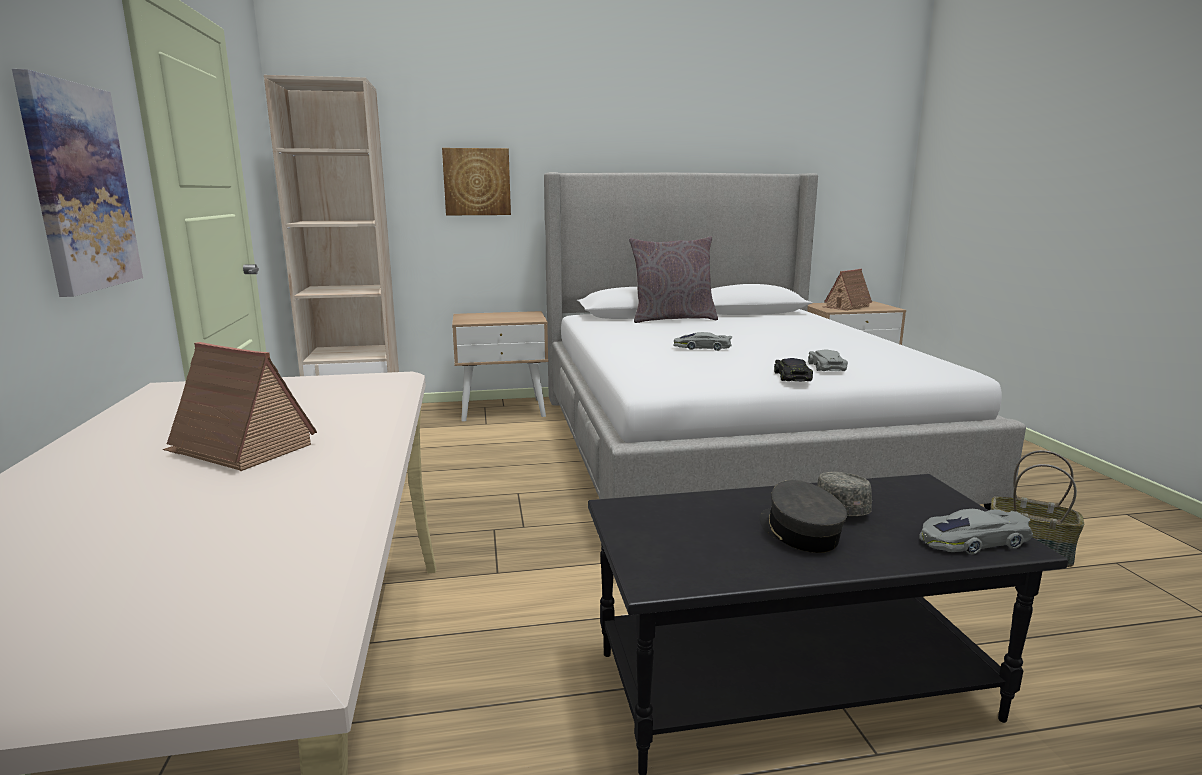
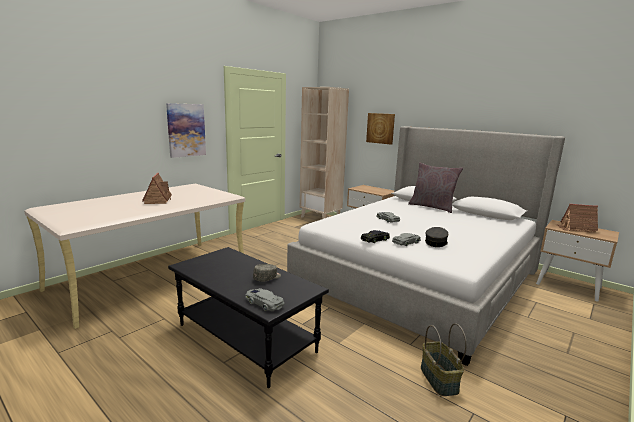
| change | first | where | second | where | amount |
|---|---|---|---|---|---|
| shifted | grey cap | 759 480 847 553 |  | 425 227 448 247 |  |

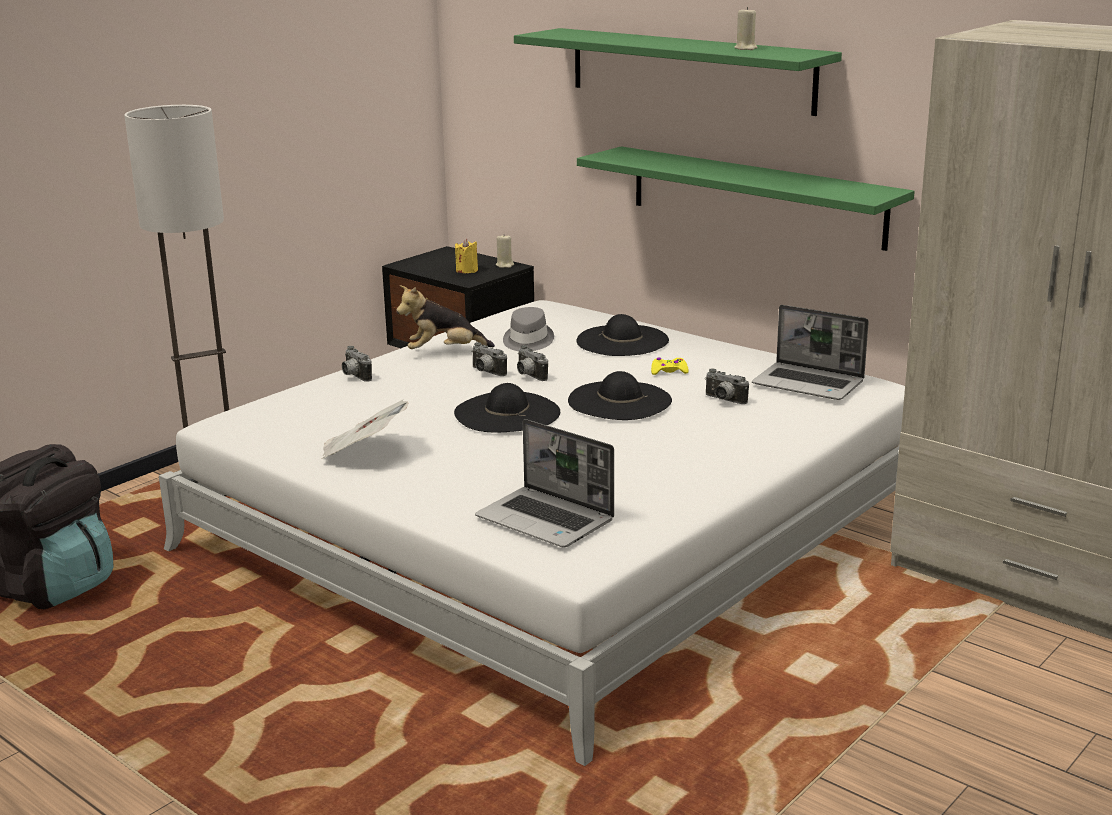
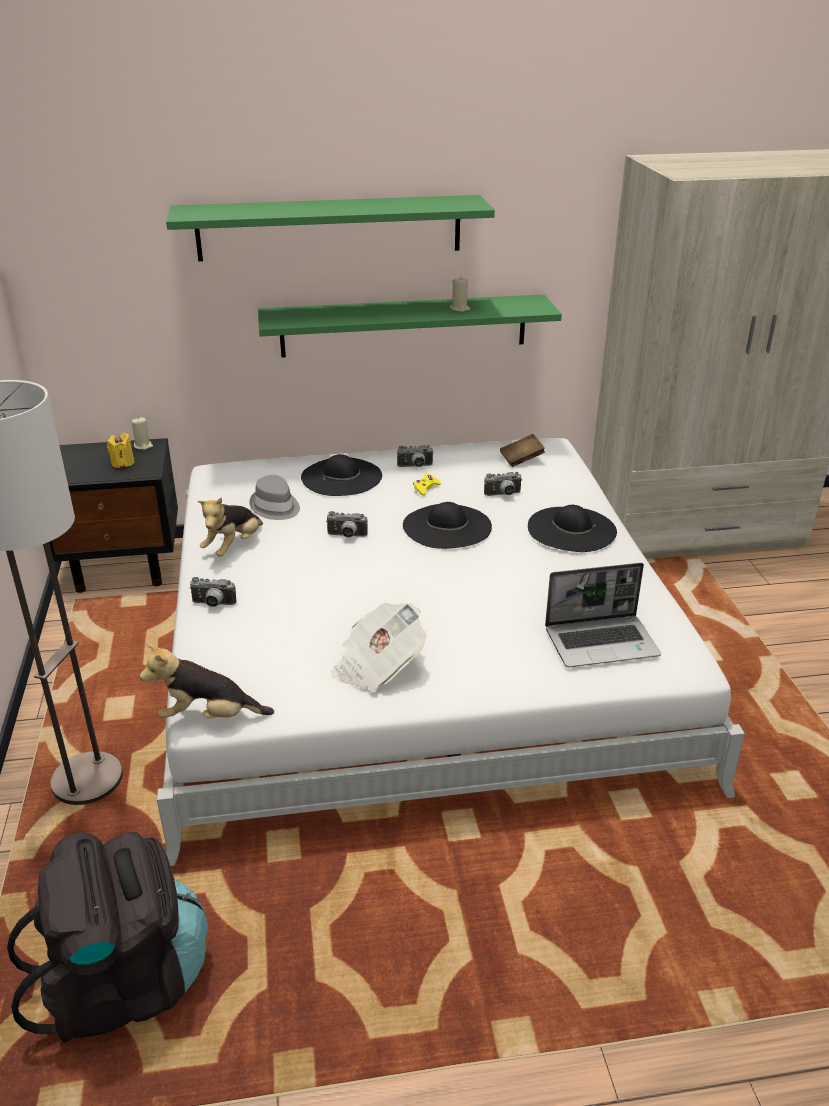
| change | first | where | second | where | amount |
|---|---|---|---|---|---|
| new |  |  | plush toy | 140 643 274 718 |  |
| shifted | photo camera | 471 342 507 376 |  | 397 445 434 467 |  |
| shifted | beige candle | 734 7 758 50 |  | 450 276 470 312 |  |
| swapped | laptop | 752 305 869 400 | brown book | 500 434 545 467 |  |
| shifted | black hat | 454 383 560 432 |  | 528 505 617 552 |  |

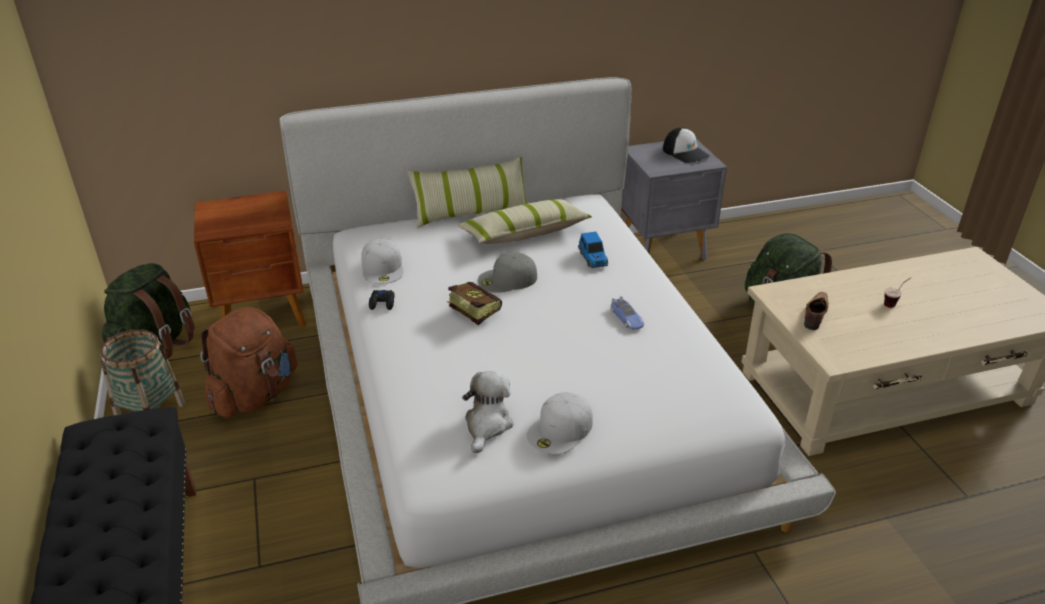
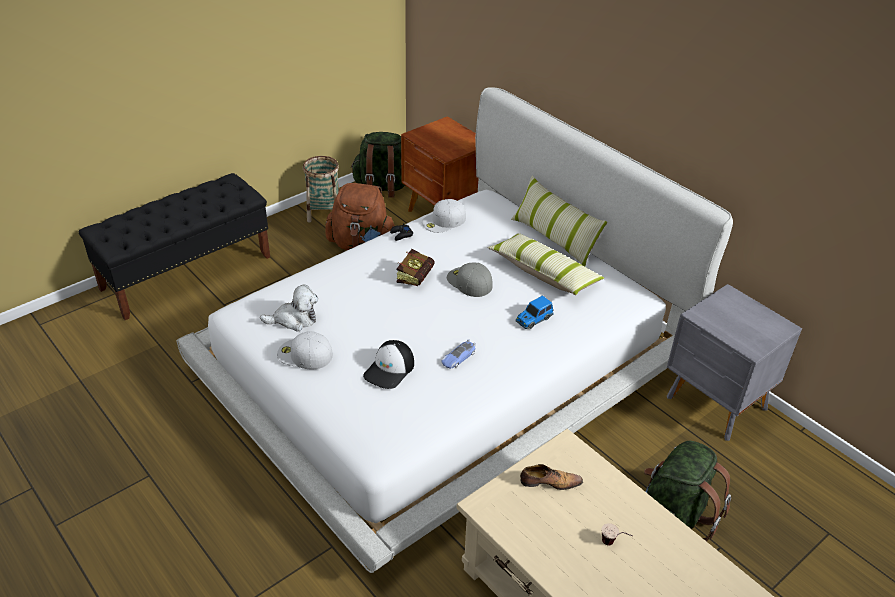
| change | first | where | second | where | amount |
|---|---|---|---|---|---|
| shifted | cap | 663 127 710 163 |  | 363 340 414 389 |  |

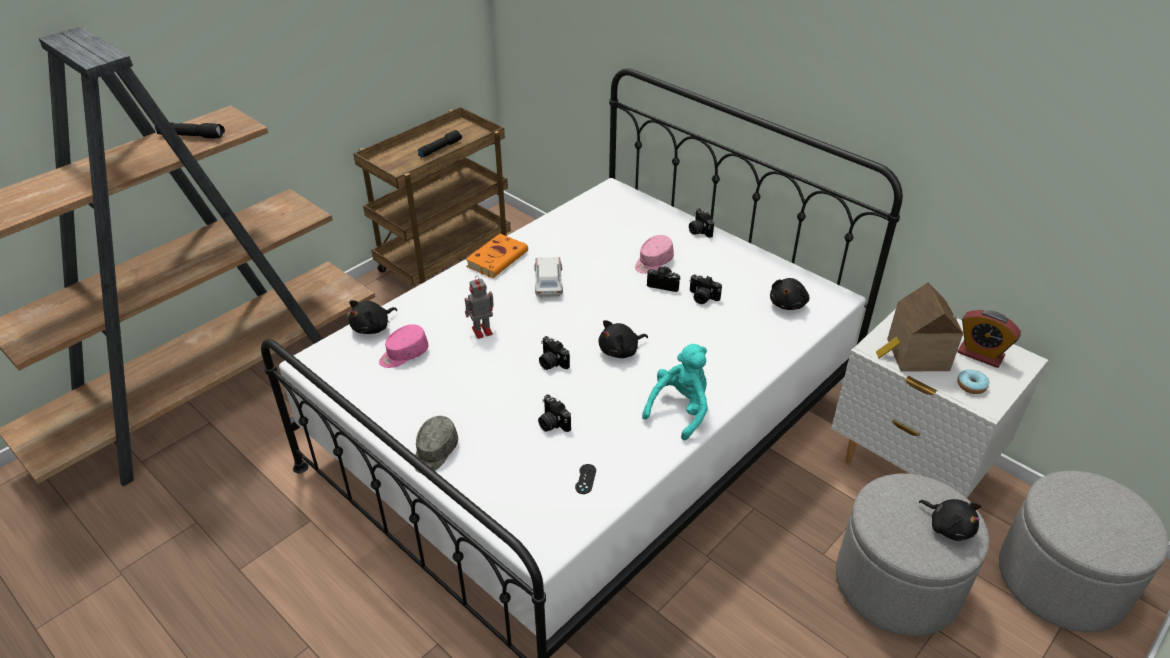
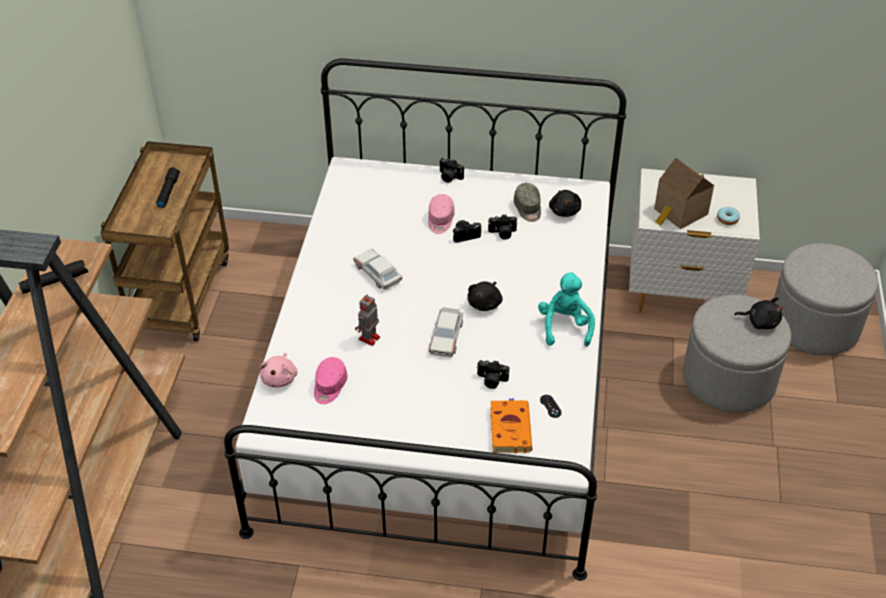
| change | first | where | second | where | amount |
|---|---|---|---|---|---|
| repainted | black plush toy | 348 300 397 334 | pink plush toy | 259 353 298 388 |  |
| swapped | photo camera | 539 336 570 370 | toy car | 429 307 463 358 |  |
| shifted | orange book | 465 234 528 278 |  | 490 398 532 453 |  |
| shifted | grey cap | 415 416 458 473 |  | 514 183 541 222 |  |
| gone | alarm clock | 957 310 1021 368 |  |  |  |

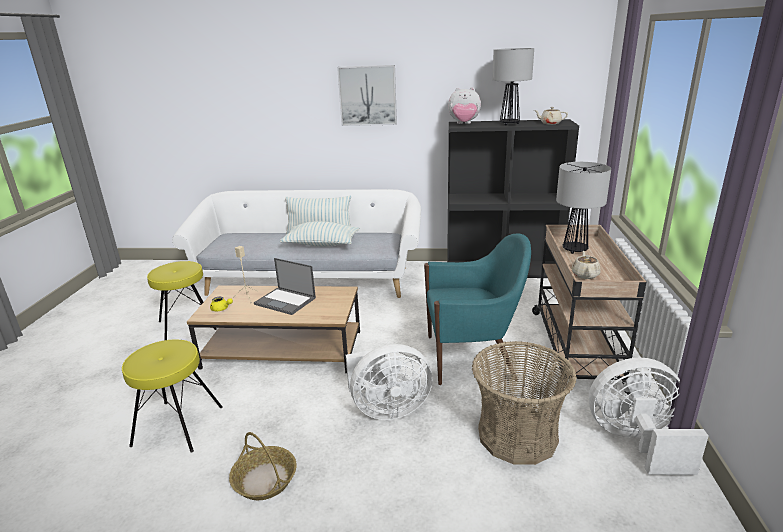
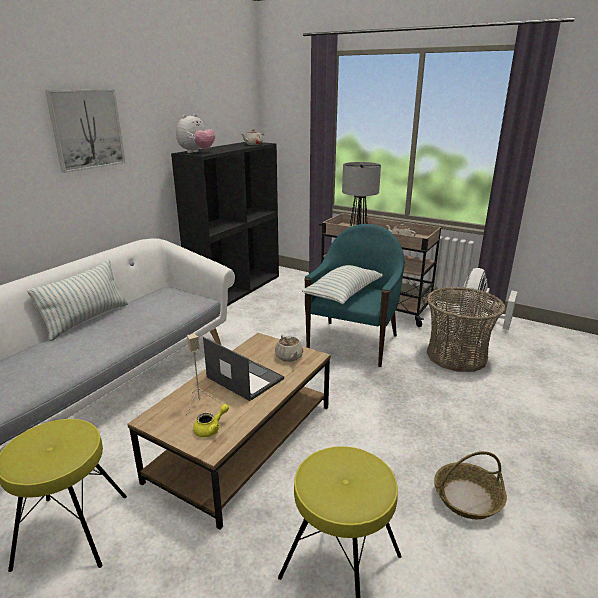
| change | first | where | second | where | amount |
|---|---|---|---|---|---|
| rotated | laptop | 254 258 316 315 |  | 203 337 284 401 | 105 degrees counterclockwise |
| new |  |  | beige teapot | 275 335 303 362 |  |
| shifted | pillow | 280 221 359 246 |  | 302 265 383 304 |  |
| gone | white fan | 346 344 433 420 |  |  |  |
| gone | table lamp | 492 48 534 125 |  |  |  |

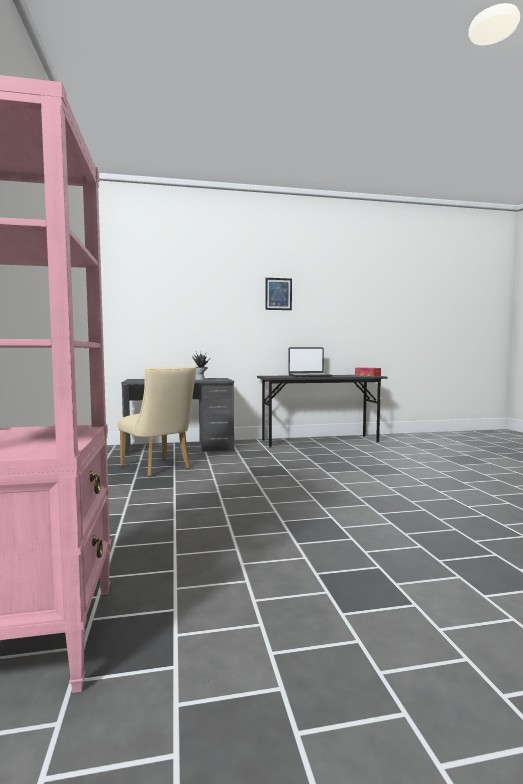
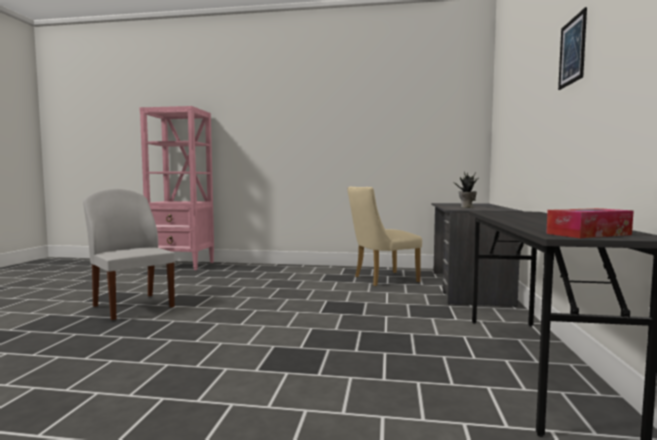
| change | first | where | second | where | amount |
|---|---|---|---|---|---|
| new |  |  | white chair | 83 189 175 320 |  |
| gone | laptop | 288 347 332 377 |  |  |  |

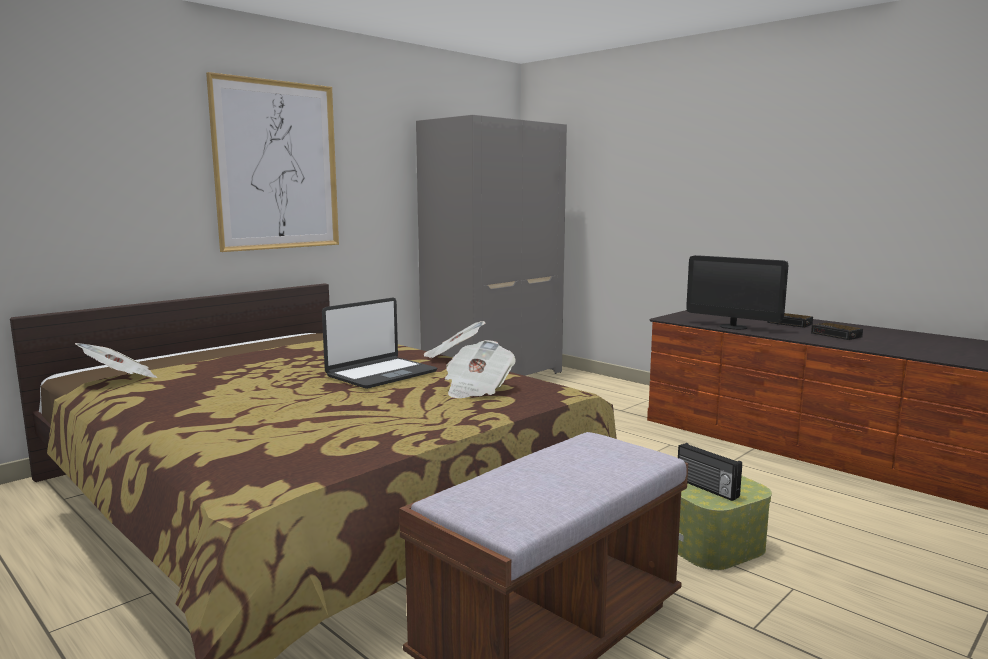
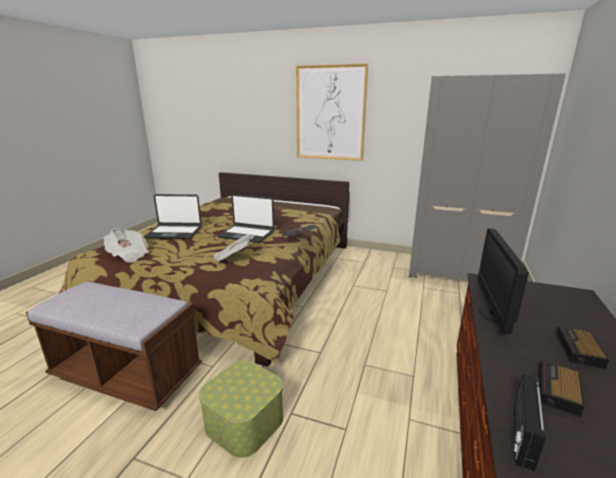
| change | first | where | second | where | amount |
|---|---|---|---|---|---|
| shifted | newspaper | 75 343 158 378 |  | 103 228 149 263 |  |
| new |  |  | laptop | 144 194 202 239 |  |
| shifted | radio | 678 443 742 501 |  | 513 374 546 471 |  |

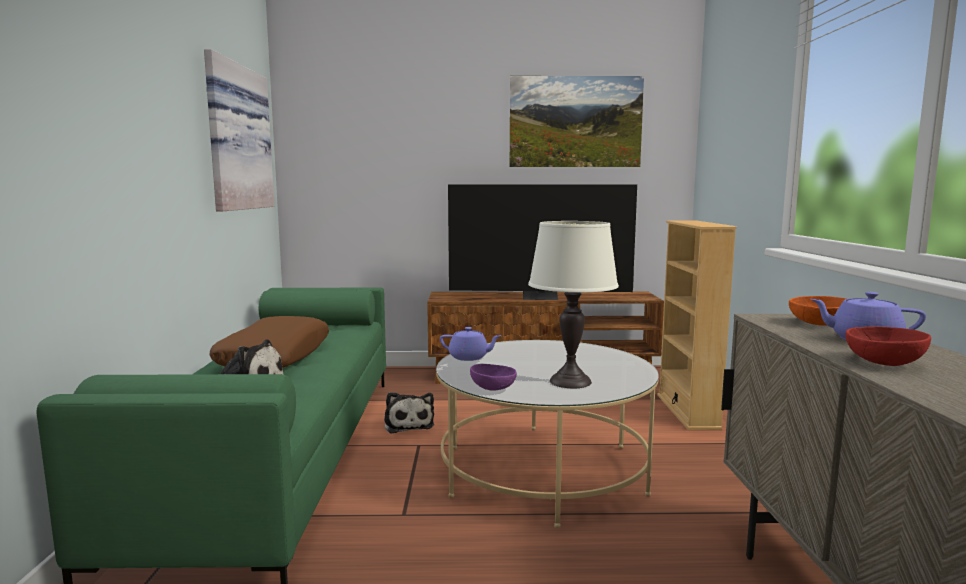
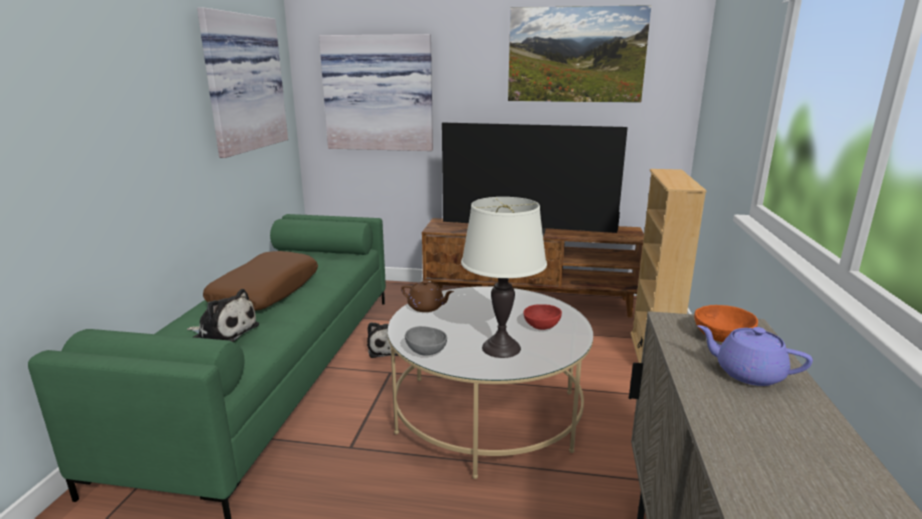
| change | first | where | second | where | amount |
|---|---|---|---|---|---|
| new |  |  | picture | 319 34 433 151 |  |
| repainted | purple teapot | 440 327 502 361 | brown teapot | 401 280 454 312 |  |
| repainted | purple bowl | 470 364 517 391 | grey bowl | 405 326 447 356 |  |
| shifted | red bowl | 846 326 931 366 |  | 523 304 562 330 |  |

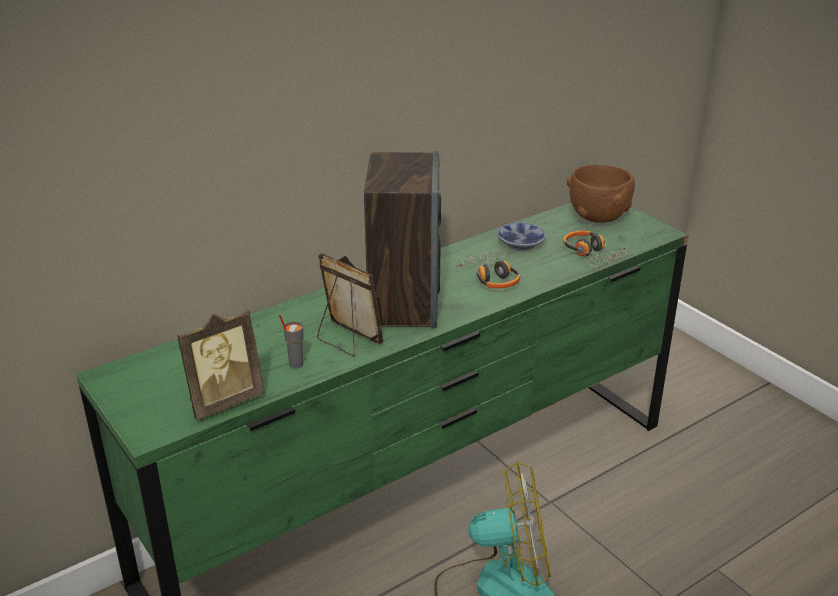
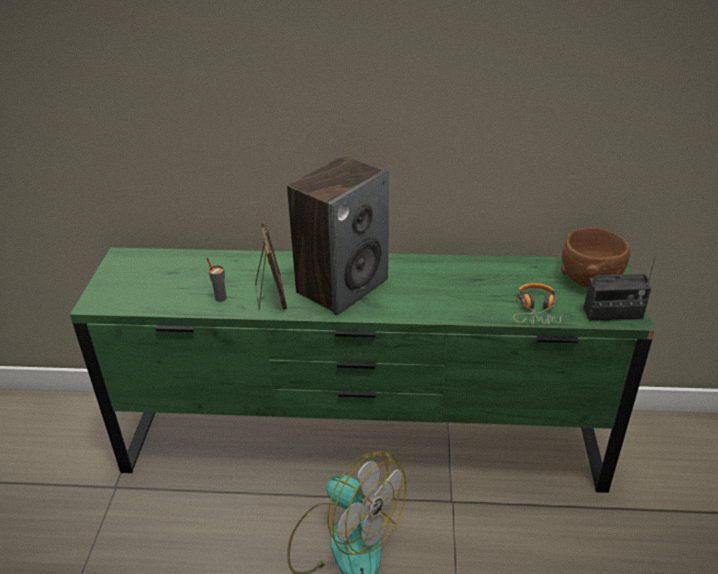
| change | first | where | second | where | amount |
|---|---|---|---|---|---|
| new |  |  | radio | 584 249 658 321 |  |
| gone | picture frame | 177 311 264 420 |  |  |  |
| gone | headphones | 456 250 520 289 |  |  |  |
| gone | bowl | 497 222 546 250 |  |  |  |

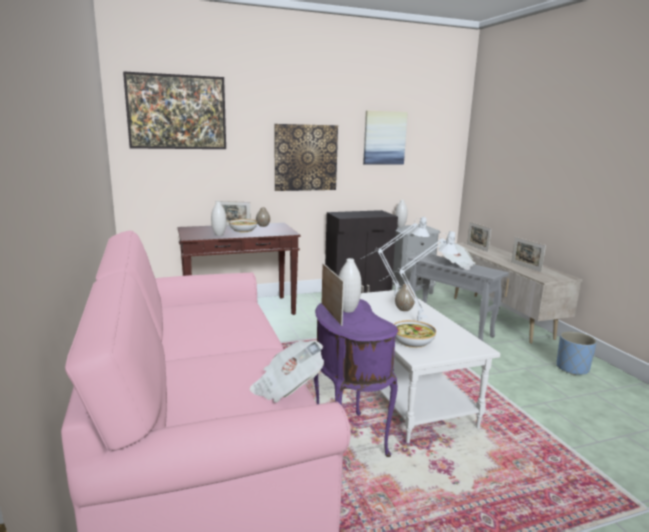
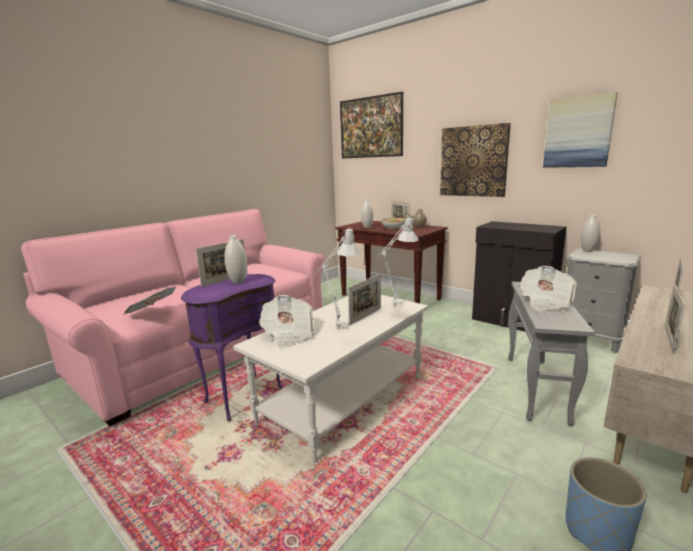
| change | first | where | second | where | amount |
|---|---|---|---|---|---|
| swapped | bowl | 394 320 436 348 | newspaper | 259 295 314 348 |  |
| swapped | vase | 395 284 415 311 | picture frame | 348 274 381 325 |  |

